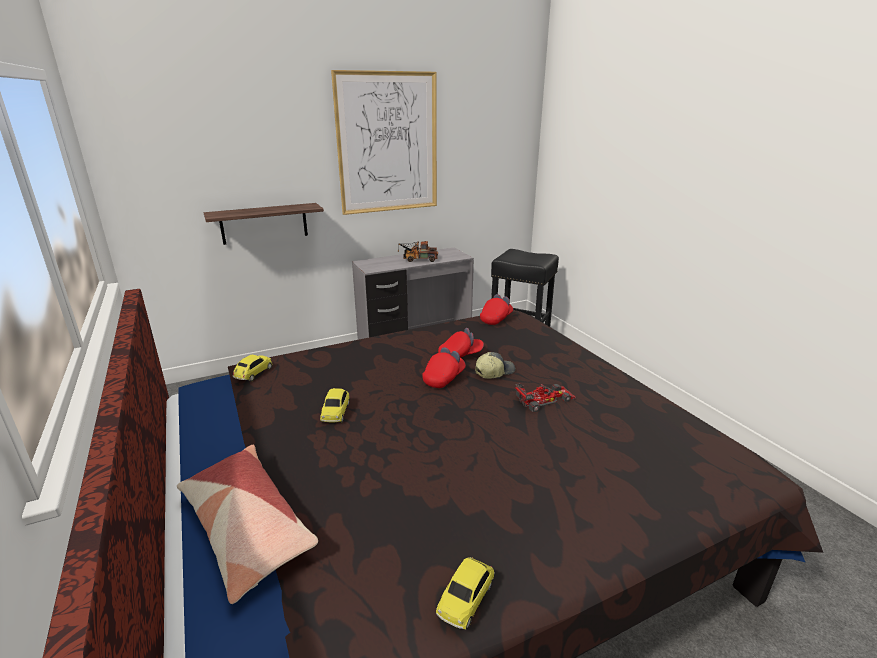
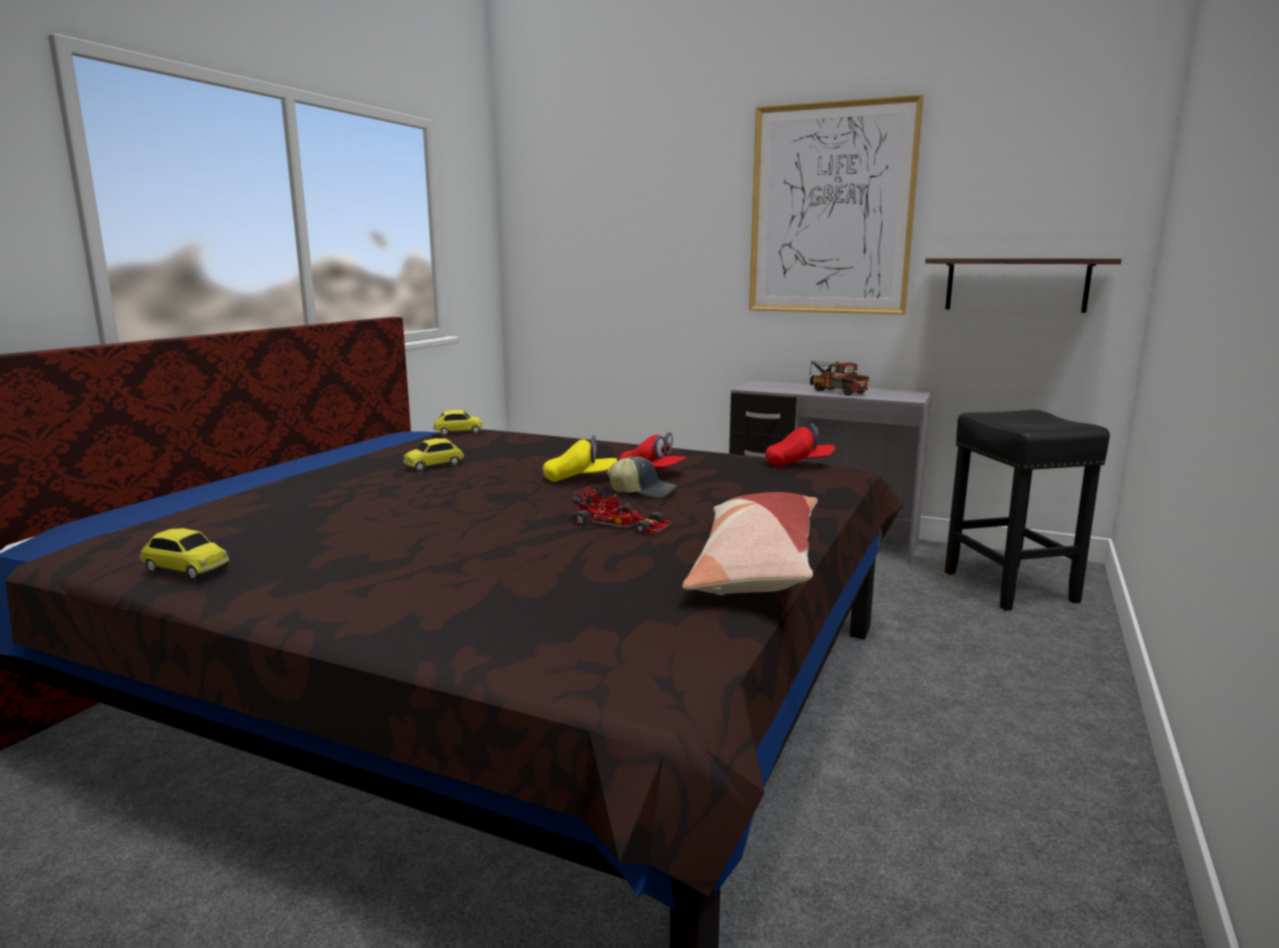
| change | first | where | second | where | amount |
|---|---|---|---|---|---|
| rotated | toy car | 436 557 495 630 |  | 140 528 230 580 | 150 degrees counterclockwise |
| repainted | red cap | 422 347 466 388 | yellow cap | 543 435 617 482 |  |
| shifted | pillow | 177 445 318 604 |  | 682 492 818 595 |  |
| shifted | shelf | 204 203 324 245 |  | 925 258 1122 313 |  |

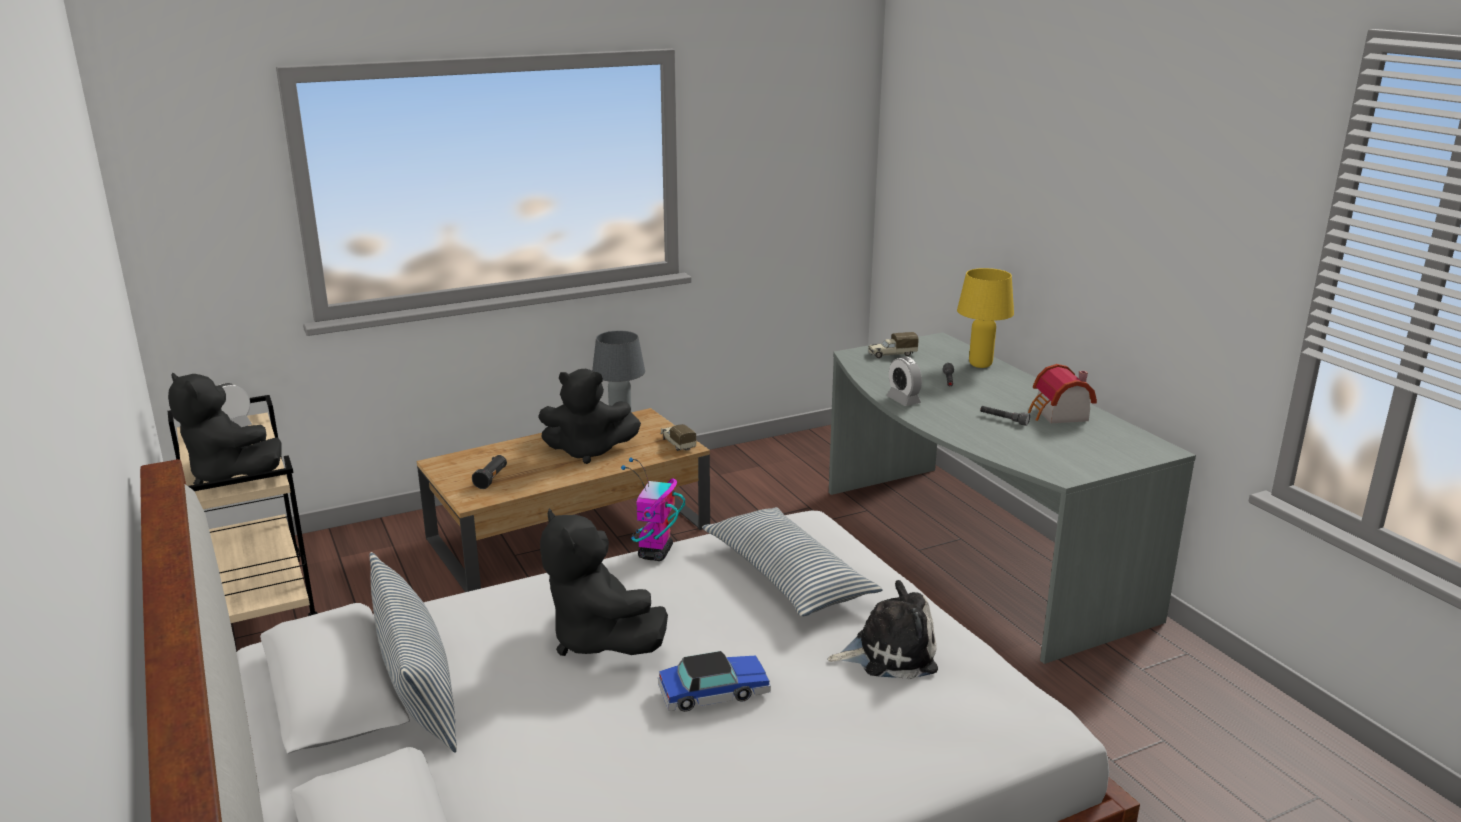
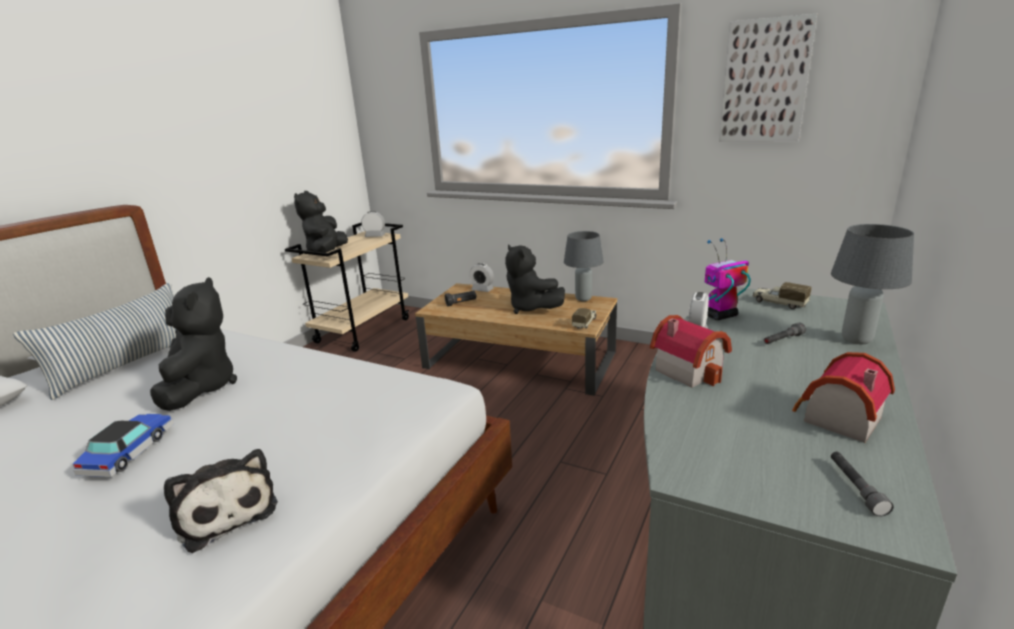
| change | first | where | second | where | amount |
|---|---|---|---|---|---|
| rotated | toy car | 658 651 771 712 |  | 73 414 174 477 | 120 degrees counterclockwise |
| rotated | black plush toy | 540 508 668 656 |  | 150 277 237 411 | 150 degrees clockwise |
| new |  |  | alarm clock | 469 263 494 292 |  |
| new |  |  | toy house | 650 315 732 387 |  |
| shifted | toy robot | 621 457 685 561 |  | 705 238 751 320 |  |
| new |  |  | picture | 719 14 817 142 |  |
| repainted | yellow table lamp | 957 268 1014 368 | grey table lamp | 831 224 914 344 |  |
| shifted | grey flashlight | 980 406 1030 426 |  | 831 452 894 517 |  |
| gone | pillow | 702 507 883 616 |  |  |  |

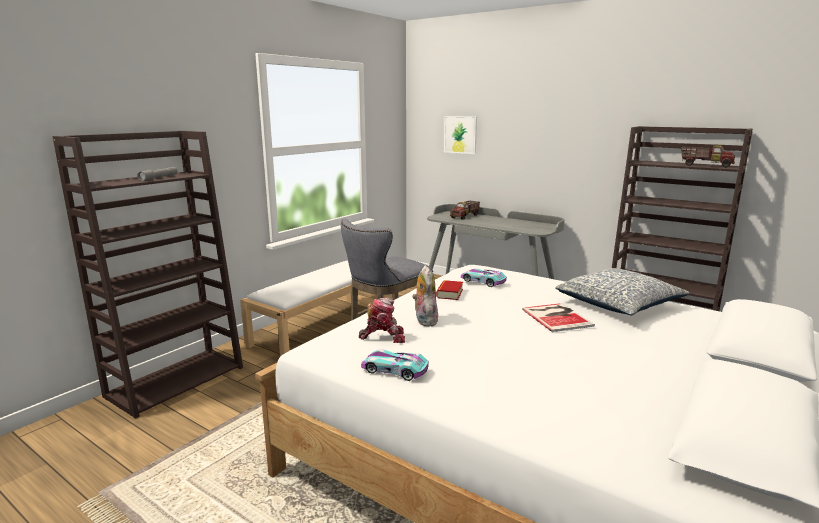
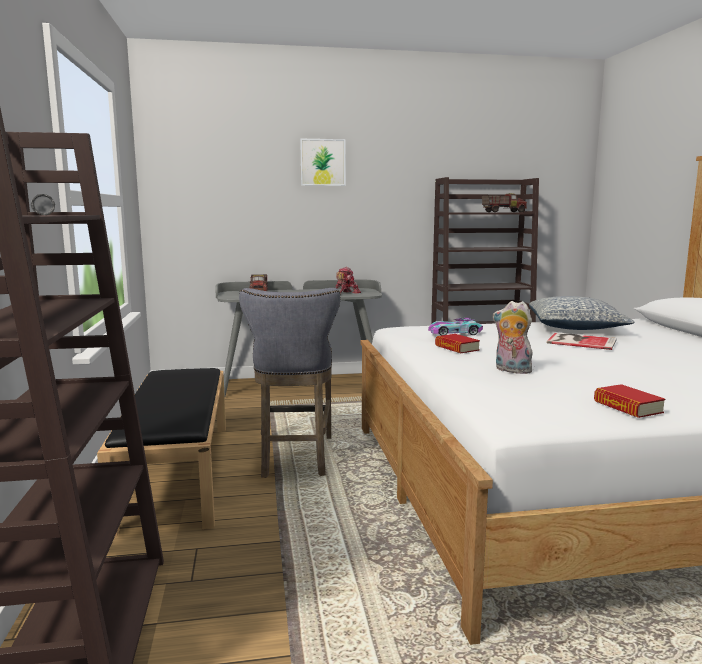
| change | first | where | second | where | amount |
|---|---|---|---|---|---|
| repainted | white bench | 240 261 388 357 | black bench | 97 368 226 537 |  |
| shifted | picture | 444 116 477 154 |  | 300 138 346 186 |  |
| shifted | toy robot | 359 297 405 343 |  | 335 267 361 294 |  |
| swapped | toy car | 361 349 429 381 | book | 594 384 665 418 |  |

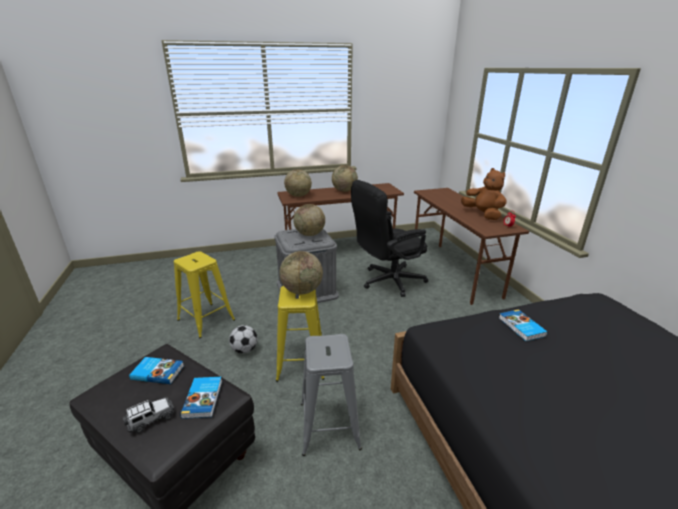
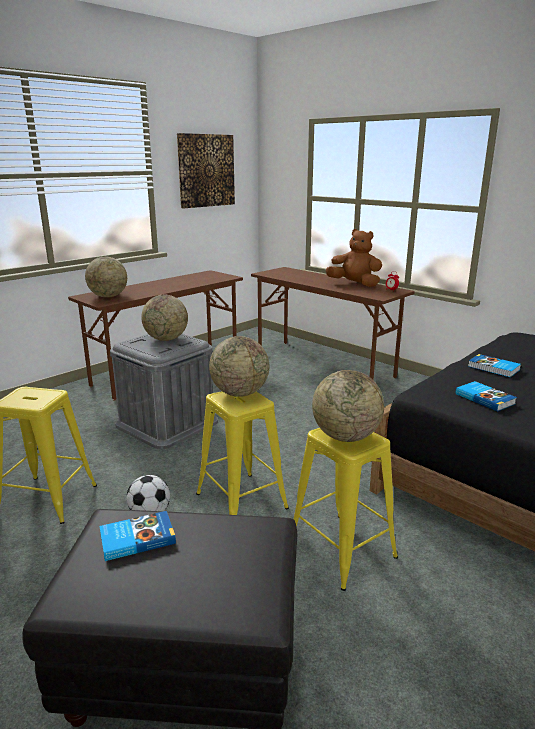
| change | first | where | second | where | amount |
|---|---|---|---|---|---|
| new |  |  | picture | 177 133 235 208 |  |
| repainted | grey stool | 301 334 362 456 | yellow stool | 294 428 398 591 |  |
| shifted | globe | 332 165 358 192 |  | 312 370 384 442 |  |
| shifted | book | 180 377 222 419 |  | 456 381 517 412 |  |
| gone | toy car | 123 397 174 433 |  |  |  |
| gone | black office chair | 351 180 428 297 |  |  |  |

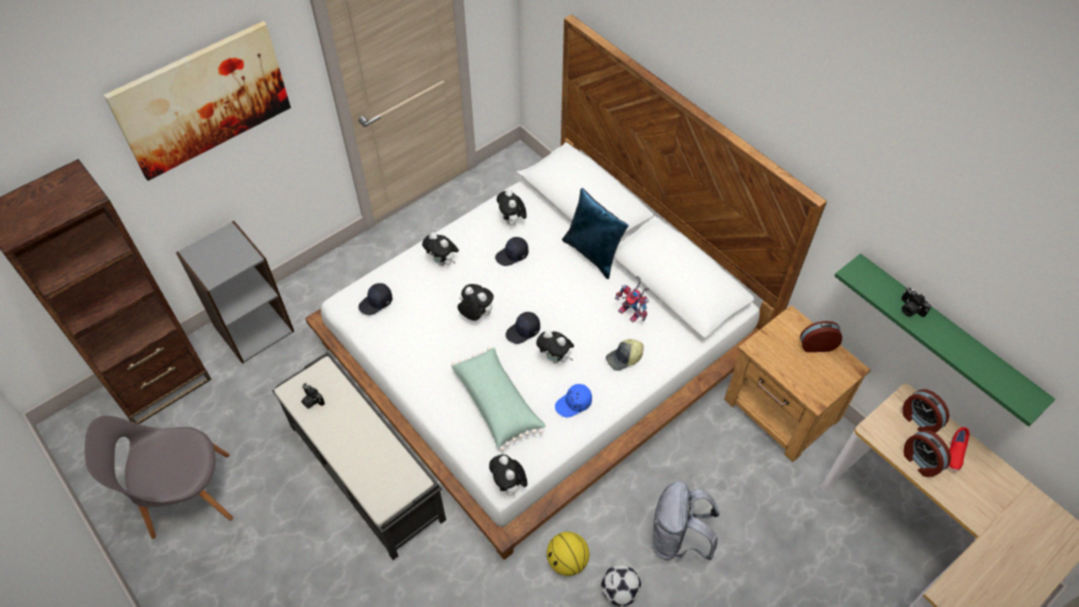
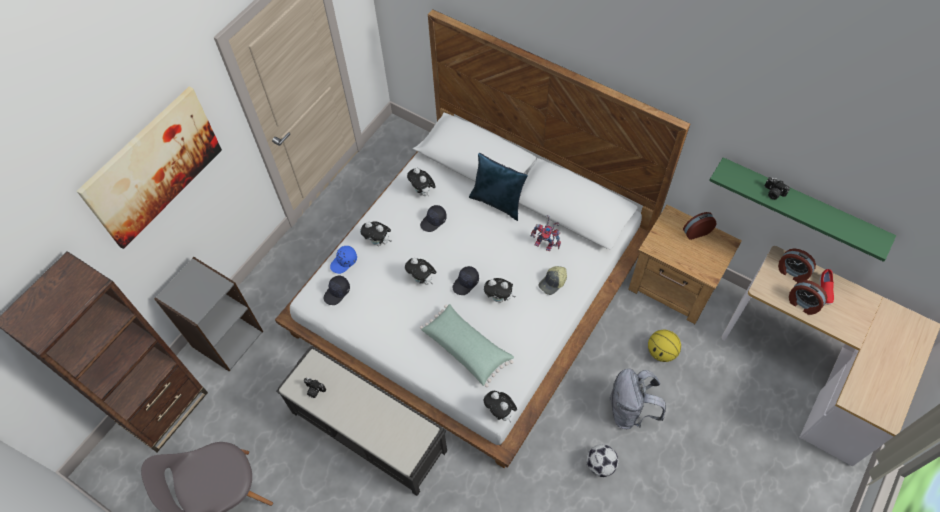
| change | first | where | second | where | amount |
|---|---|---|---|---|---|
| shifted | blue cap | 555 384 592 417 |  | 330 246 357 274 |  |
| rotated | plush toy | 458 284 494 321 |  | 405 258 436 285 | 150 degrees counterclockwise |
| shifted | basketball | 547 532 589 576 |  | 648 330 681 362 |  |

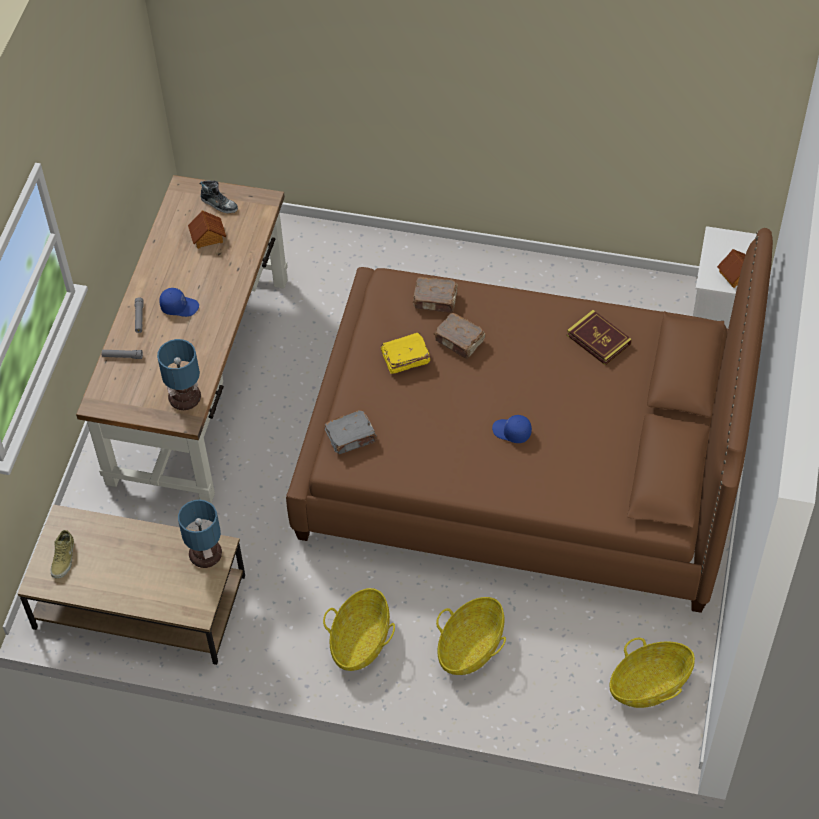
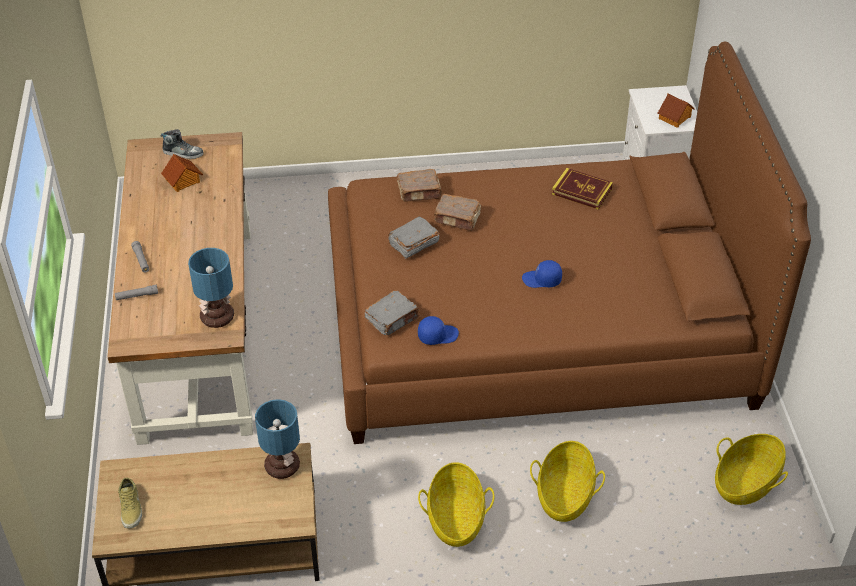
| change | first | where | second | where | amount |
|---|---|---|---|---|---|
| repainted | yellow book | 381 332 430 374 | grey book | 388 216 439 259 |  |
| shifted | blue cap | 159 288 199 317 |  | 418 316 459 345 |  |

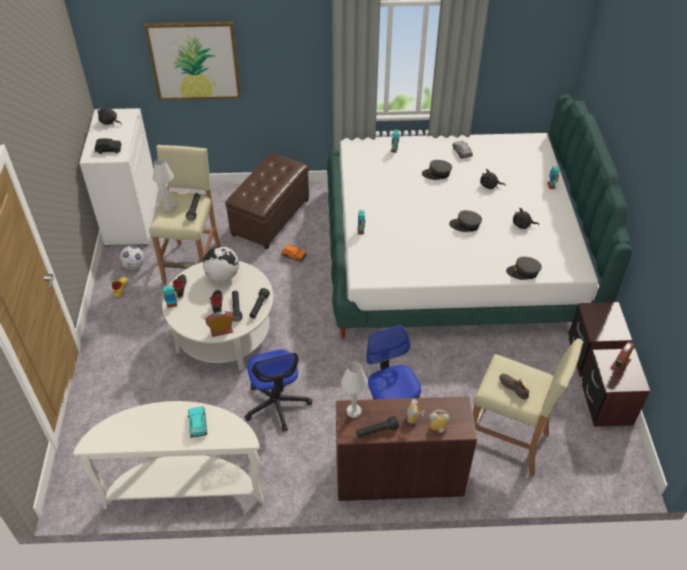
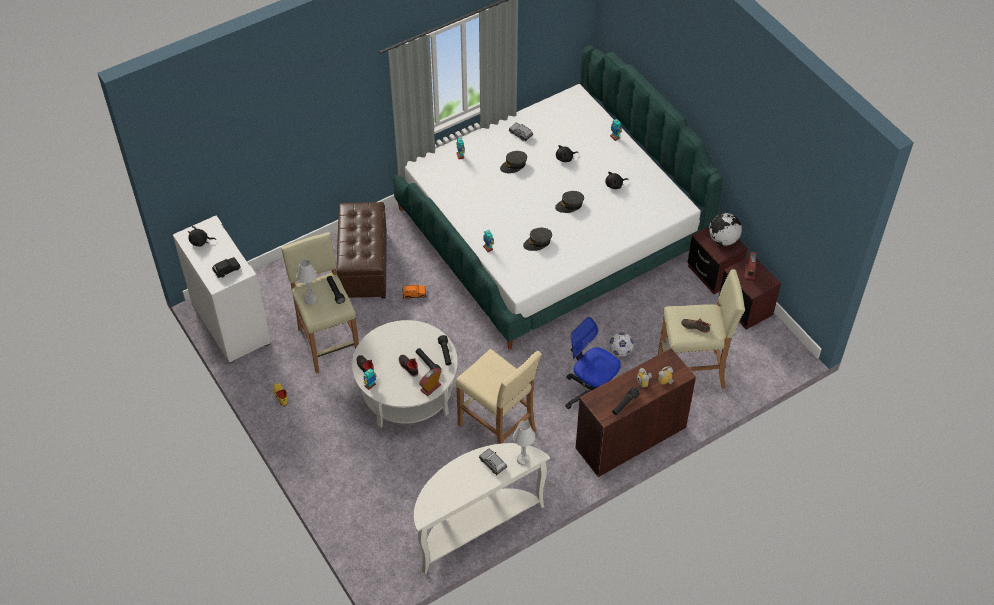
| change | first | where | second | where | amount |
|---|---|---|---|---|---|
| swapped | office chair | 244 349 312 432 | beige stool | 455 349 542 444 |  |
| repainted | turquoise toy car | 187 406 207 438 | grey toy car | 479 448 507 475 |  |
| shifted | white table lamp | 341 362 368 418 |  | 513 421 535 465 |  |
| shifted | grey cap | 506 257 542 280 |  | 523 228 552 251 |  |
| shifted | football | 119 246 144 270 |  | 609 332 634 357 |  |
| shifted | globe | 203 246 239 282 |  | 709 213 742 246 |  |
| gone | picture | 144 21 241 100 |  |  |  |

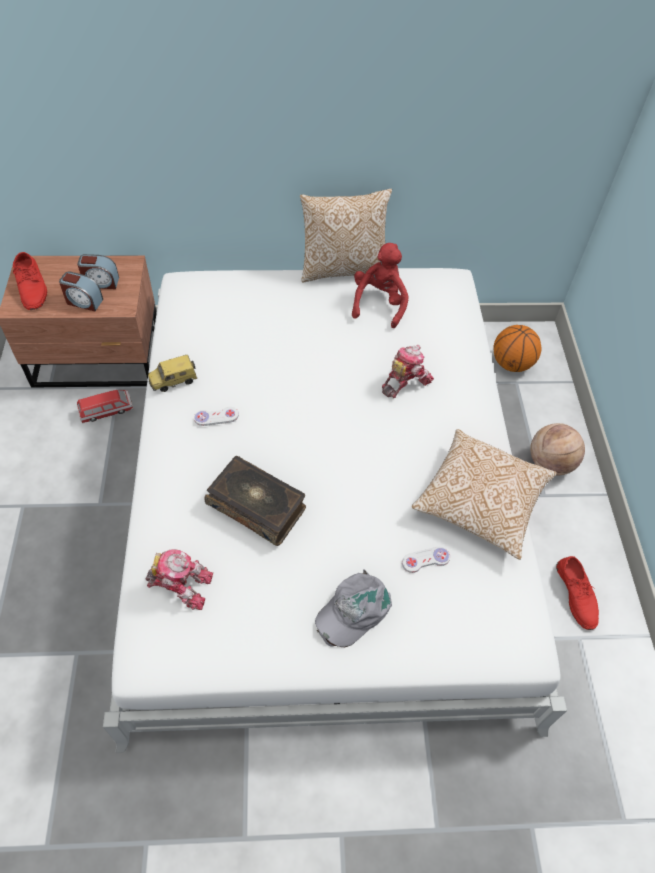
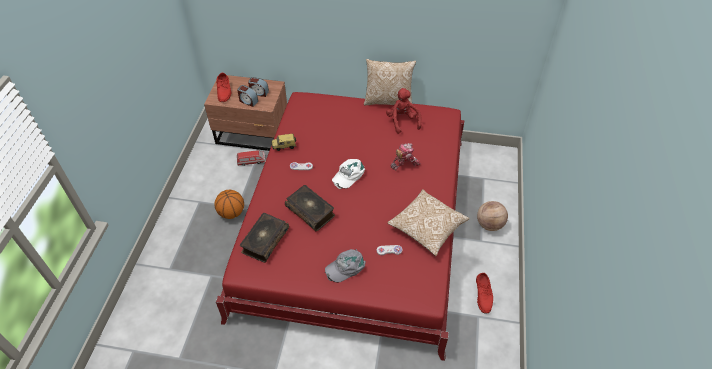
| change | first | where | second | where | amount |
|---|---|---|---|---|---|
| shifted | basketball | 493 325 541 372 |  | 214 190 244 219 |  |
| repainted | white bed | 103 268 567 753 | red bed | 216 92 464 361 |  |
| swapped | toy robot | 145 549 213 610 | book | 240 213 289 263 |  |
| new |  |  | white cap | 332 159 365 189 |  |
| rotated | red plush toy | 352 243 409 328 |  | 386 88 422 134 | 45 degrees counterclockwise |

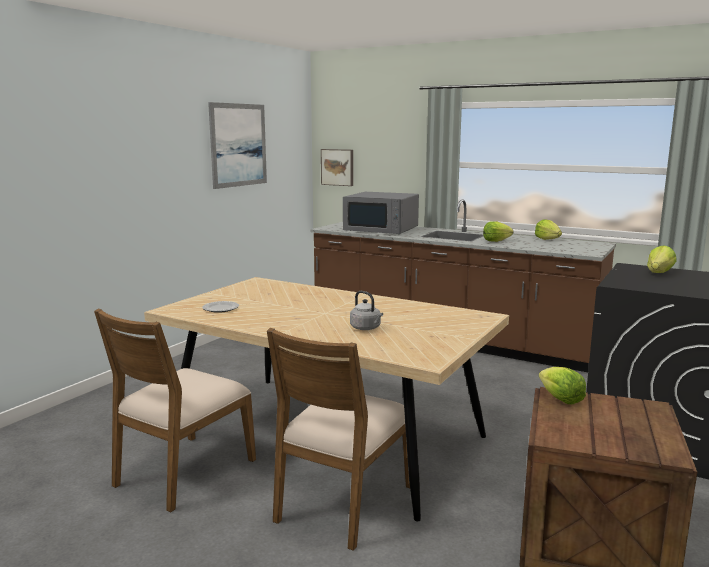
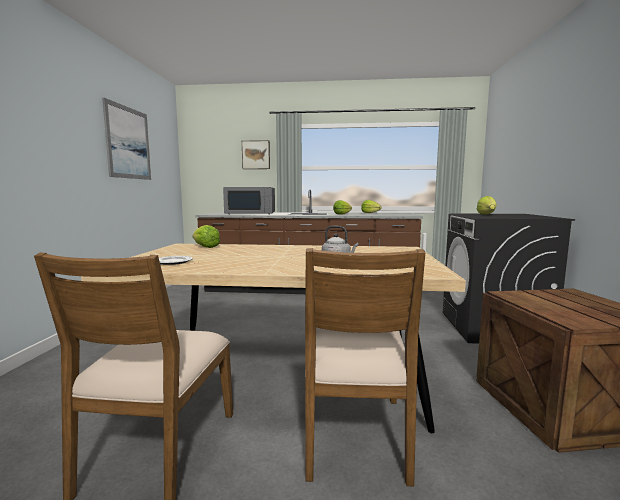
| change | first | where | second | where | amount |
|---|---|---|---|---|---|
| shifted | lettuce | 539 367 586 404 |  | 193 225 220 248 |  |
| shifted | picture | 321 149 353 186 |  | 242 140 270 169 |  |

